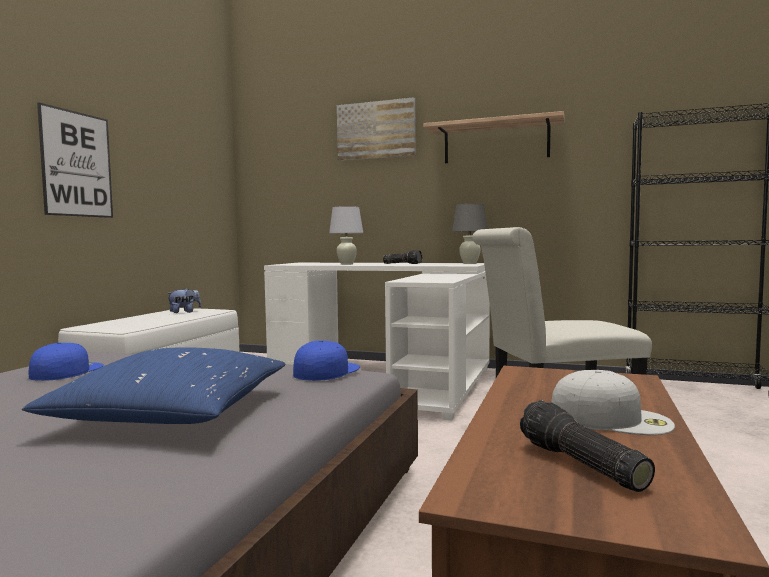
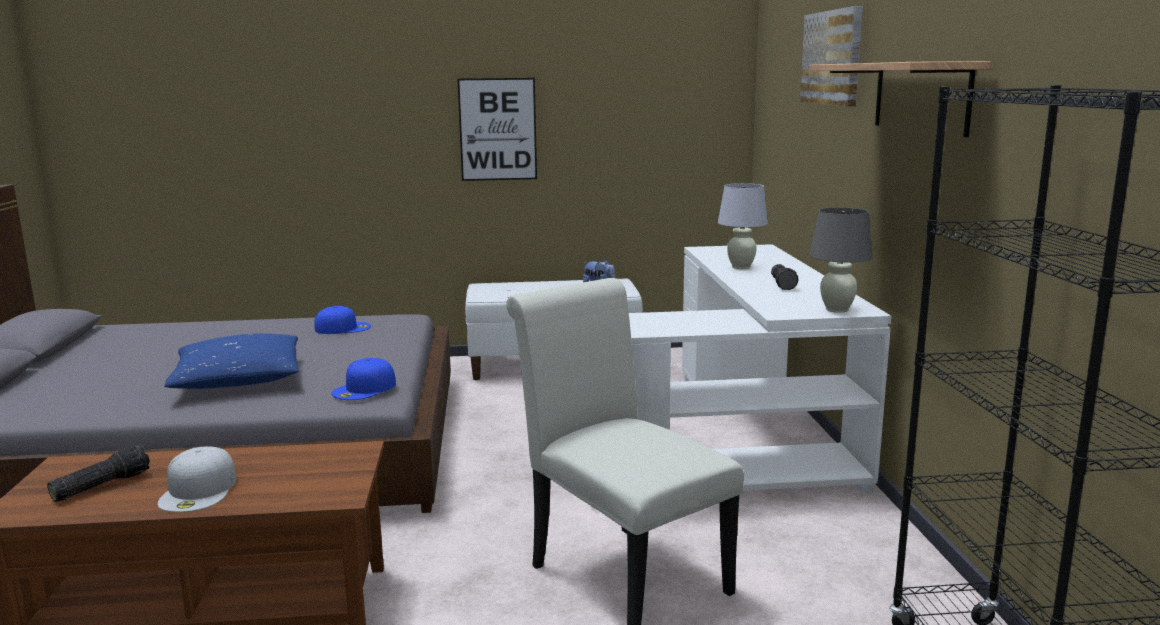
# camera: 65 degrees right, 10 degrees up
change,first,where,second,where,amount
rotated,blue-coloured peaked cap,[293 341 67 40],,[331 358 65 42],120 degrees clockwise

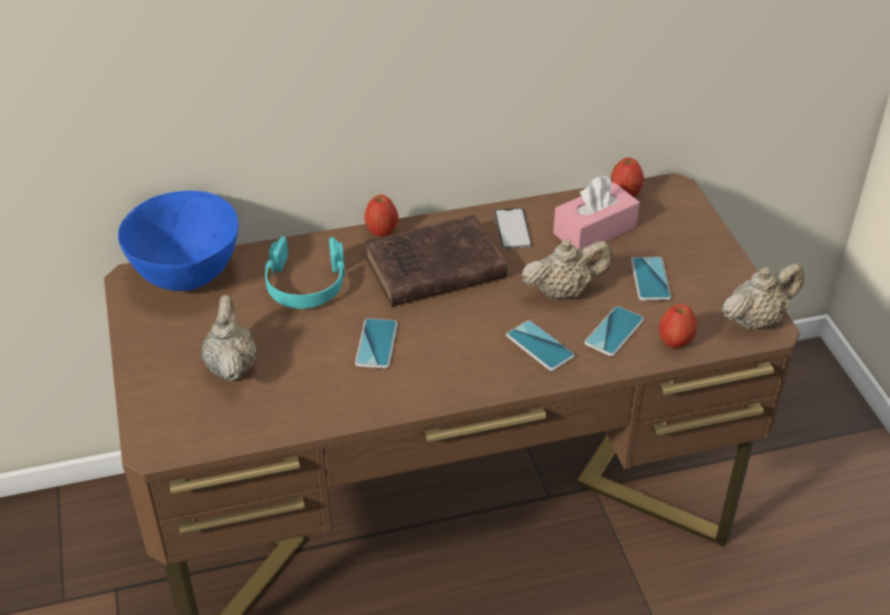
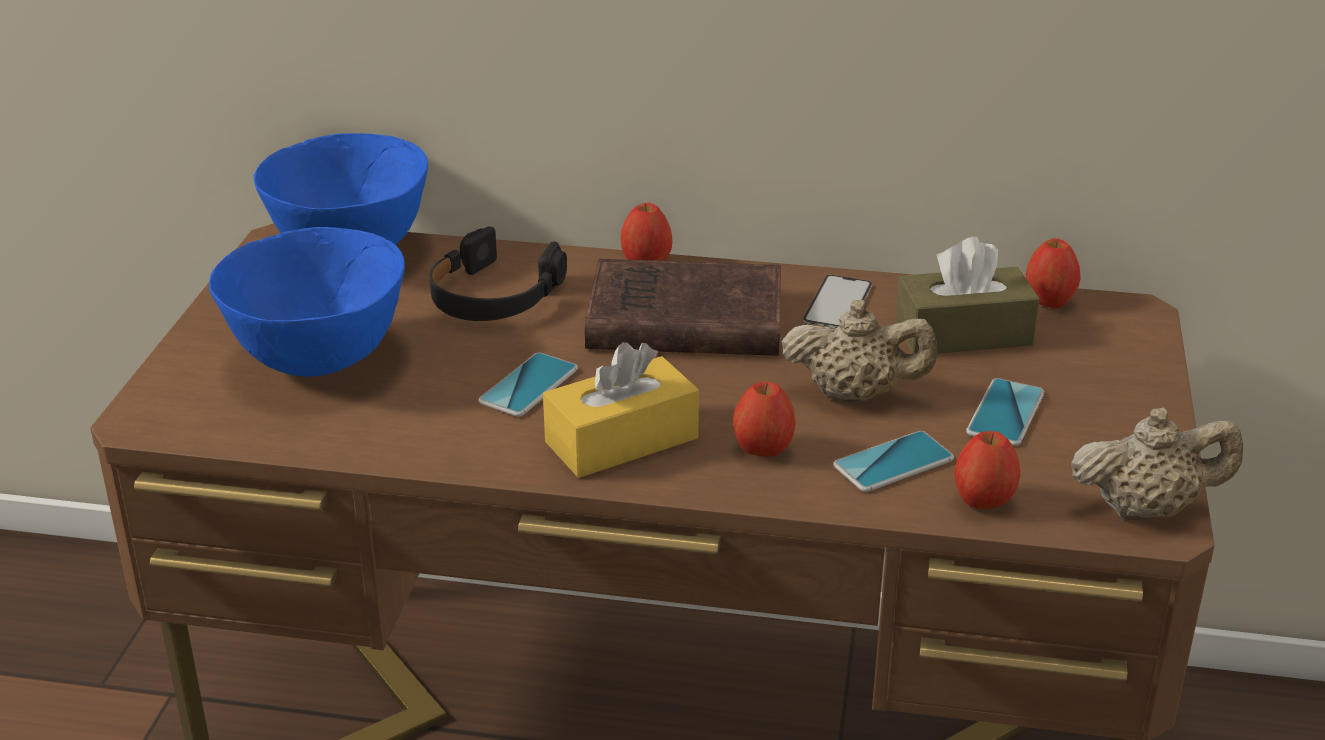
# camera: 25 degrees right, 10 degrees down
change,first,where,second,where,amount
swapped,sand-coloured teapot,[201 295 55 86],blue-coloured deep dish,[209 227 196 150],
repainted,blue-green pair of headphones,[264 237 81 72],black pair of headphones,[429 226 138 95],
swapped,handset,[506 320 69 51],apple fruit,[733 382 63 75],
repainted,pink tissue holder,[553 176 87 73],brown-coloured tissue holder,[895 237 145 117],
new,,,yellow-coloured tissue holder,[543 342 156 136],

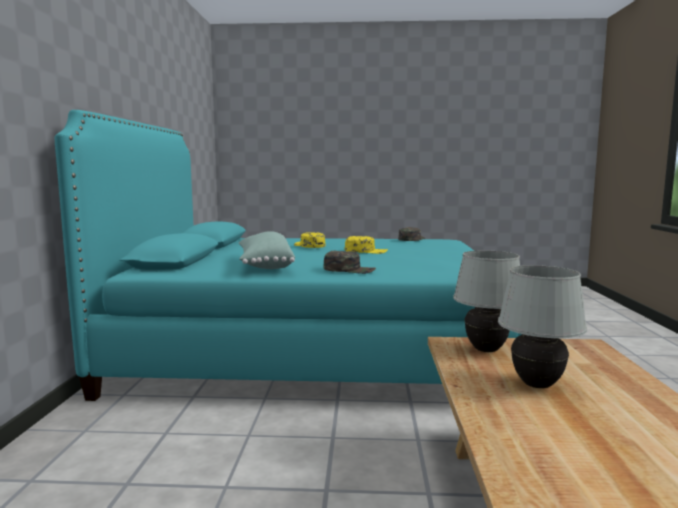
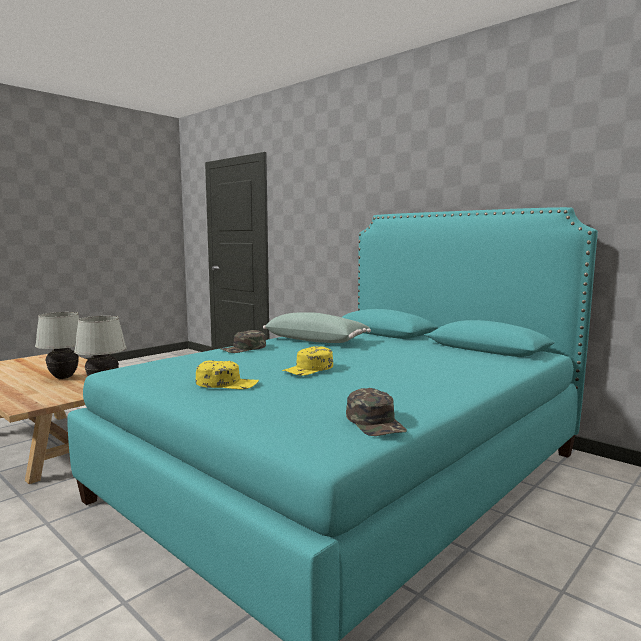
# camera: 130 degrees right, 0 degrees up
change,first,where,second,where,amount
shifted,yellow-coloured peaked cap,[294 232 32 16],,[195 360 64 29],

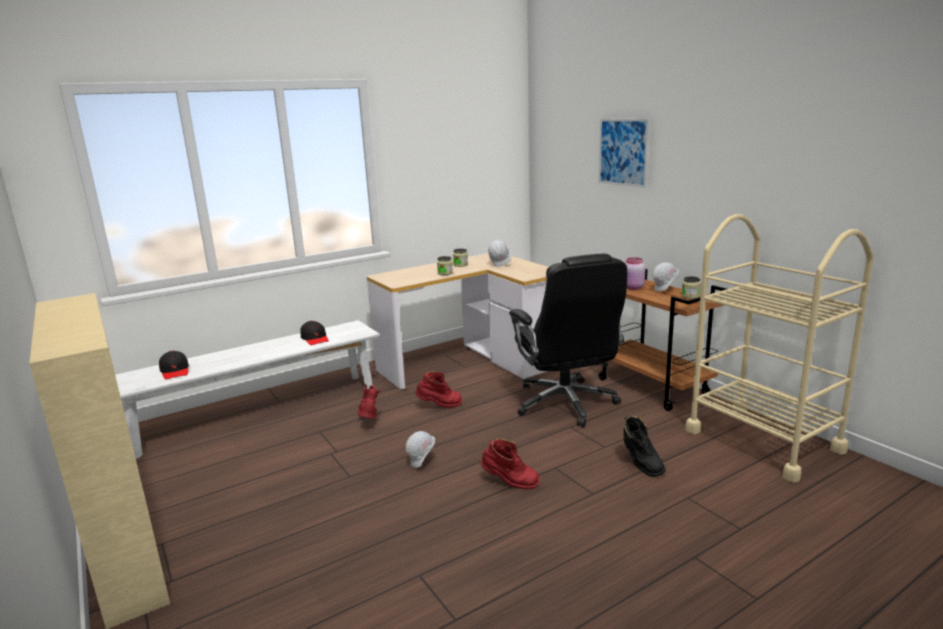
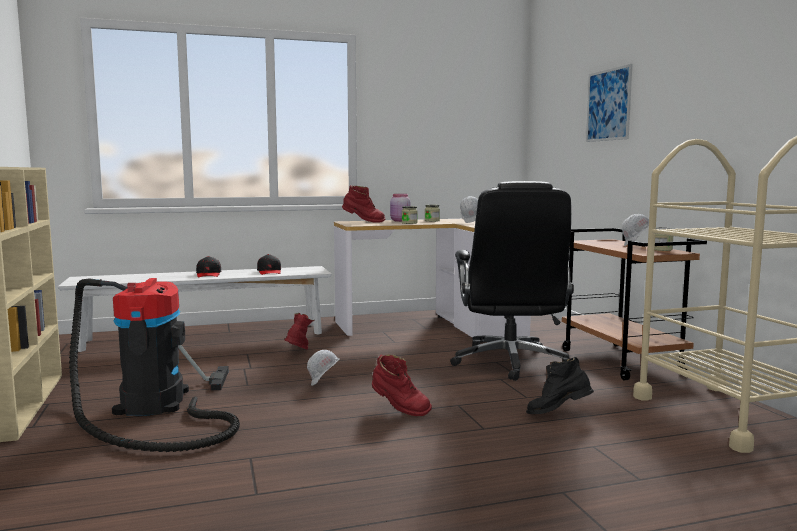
# camera: 15 degrees right, 10 degrees down
change,first,where,second,where,amount
shifted,black peaked cap,[159 351 30 28],,[196 256 25 21],
shifted,reddish high-top boot,[415 371 47 36],,[342 185 43 38],
rotated,black high-top boot,[624 415 42 62],,[526 357 68 57],90 degrees clockwise
shifted,pink preserve jar,[625 257 21 33],,[390 194 21 28],
new,,,vacuum,[69 278 171 174],

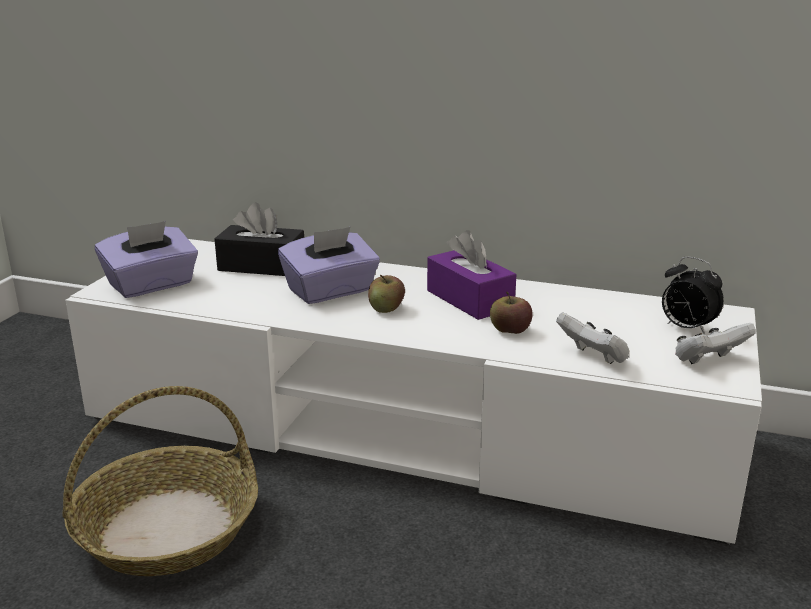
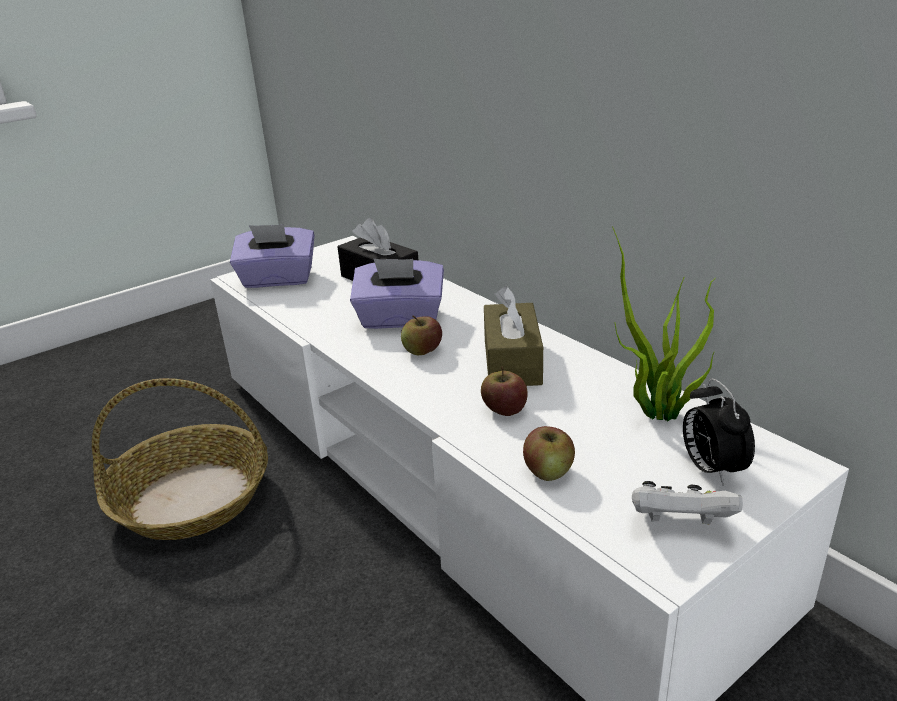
# camera: 35 degrees right, 5 degrees up
change,first,where,second,where,amount
repainted,purple tissue holder,[427 230 90 90],brown-coloured tissue holder,[484 286 59 100],
swapped,white joypad,[556 312 73 52],apple fruit,[523 426 52 55],
new,,,houseplant,[612 226 104 195],

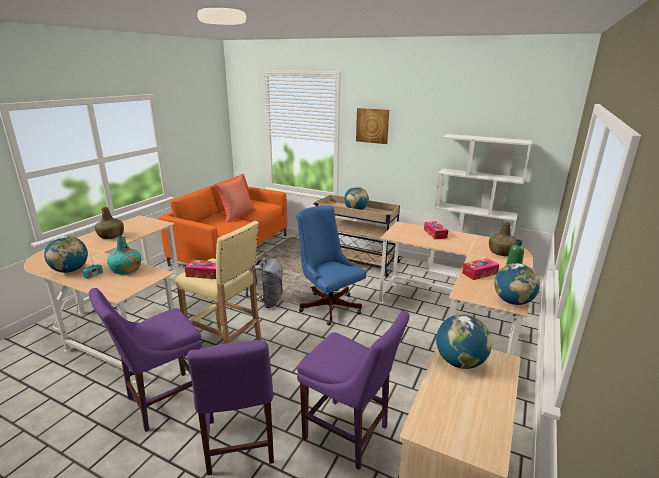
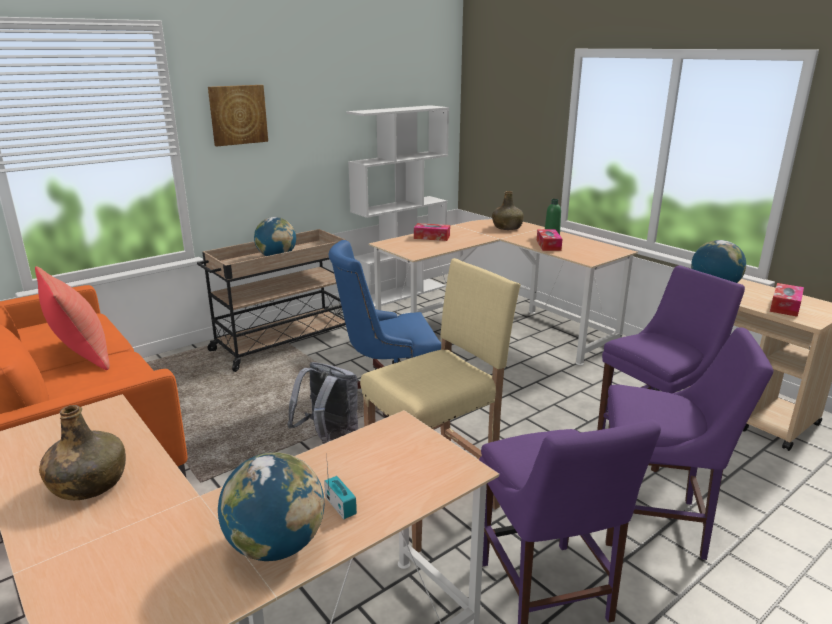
# camera: 65 degrees left, 0 degrees up
change,first,where,second,where,amount
gone,blue-green beverage bottle,[107 236 34 38],,,
shifted,tissue holder,[185 260 31 19],,[770 283 34 34],
gone,globe,[494 263 46 42],,,

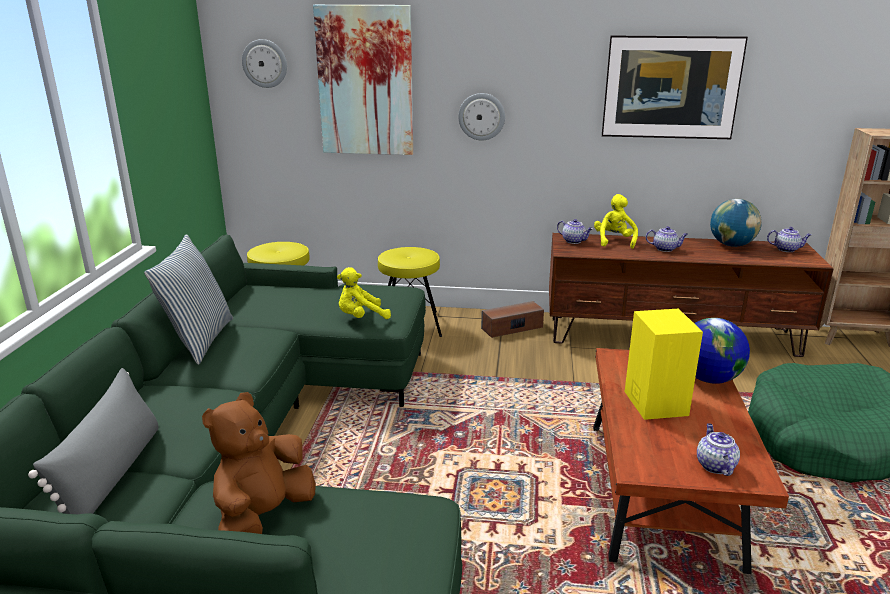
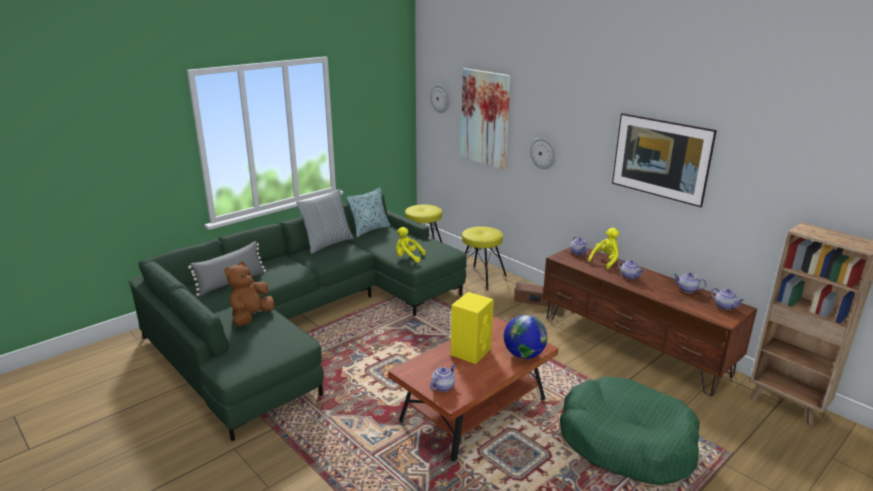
# camera: 40 degrees right, 0 degrees up
change,first,where,second,where,amount
rotated,brown-coloured soft toy,[202 392 114 142],,[224 261 51 65],45 degrees counterclockwise
swapped,globe,[710 199 52 48],teapot,[674 273 32 20],
new,,,throw pillow,[347 187 44 50],

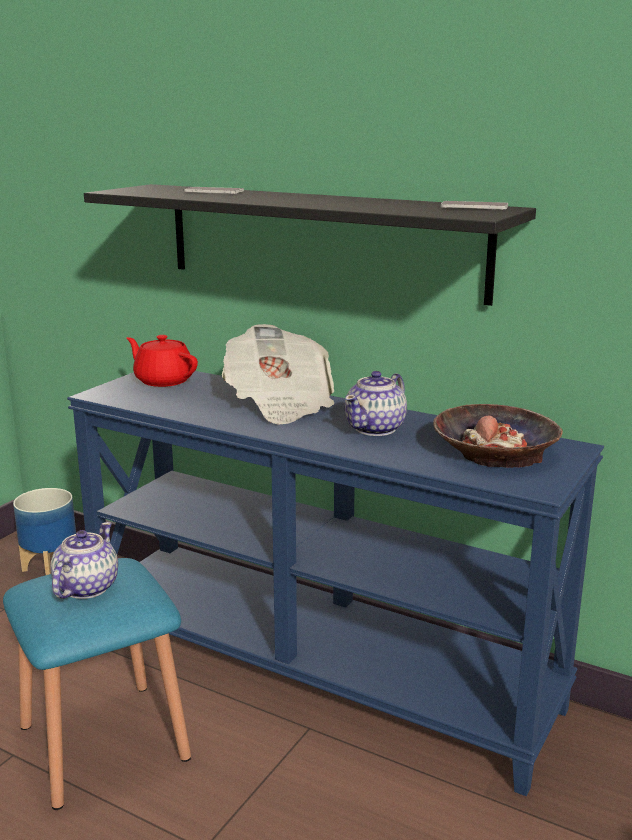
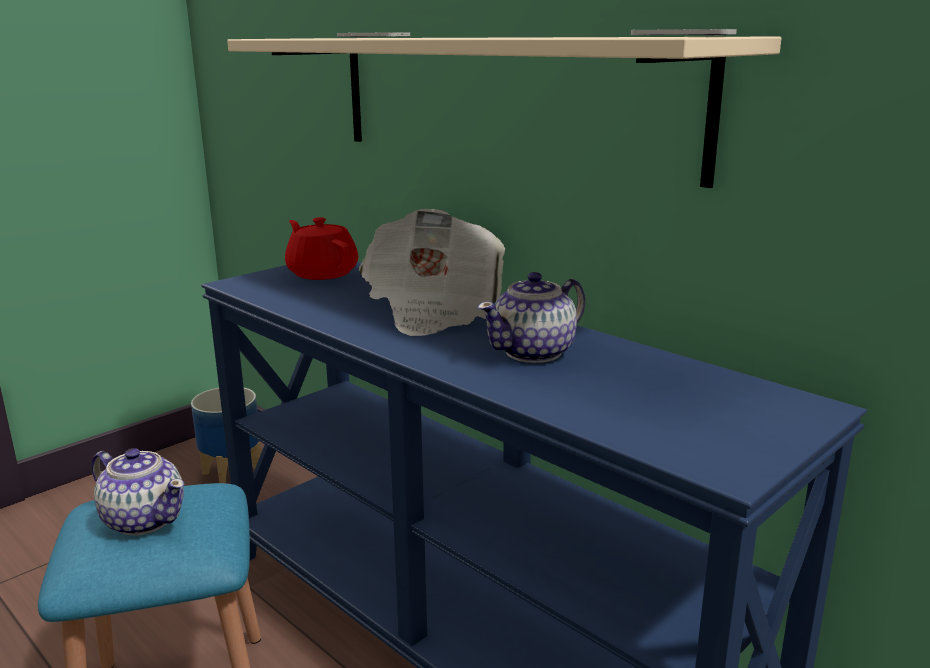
# camera: 15 degrees right, 0 degrees up
change,first,where,second,where,amount
rotated,teapot,[50 522 68 77],,[91 448 93 88],90 degrees clockwise
repainted,black wall shelf,[84 184 452 122],sand-coloured wall shelf,[227 37 554 151],
gone,deep dish,[433 404 130 64],,,

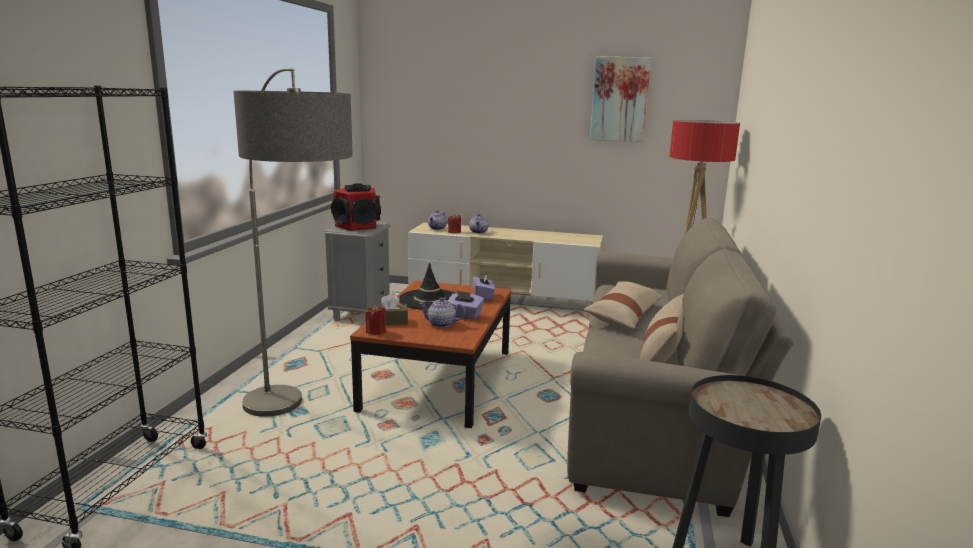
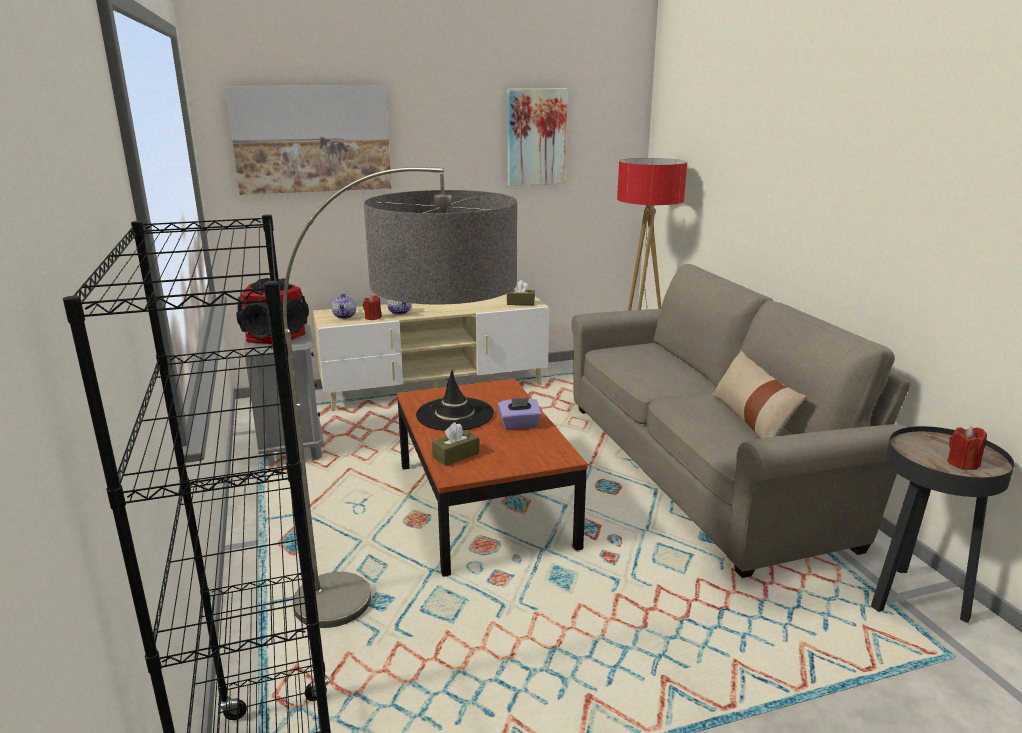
# camera: 30 degrees left, 5 degrees up
change,first,where,second,where,amount
shifted,reddish wax candle,[365 305 21 30],,[947 426 40 44],
gone,teapot,[419 298 46 30],,,
gone,purple tissue holder,[473 273 22 27],,,
gone,sand-coloured throw pillow,[583 281 81 48],,,
new,,,wall art,[225 86 166 109],
new,,,brown-coloured tissue holder,[507 280 28 25],

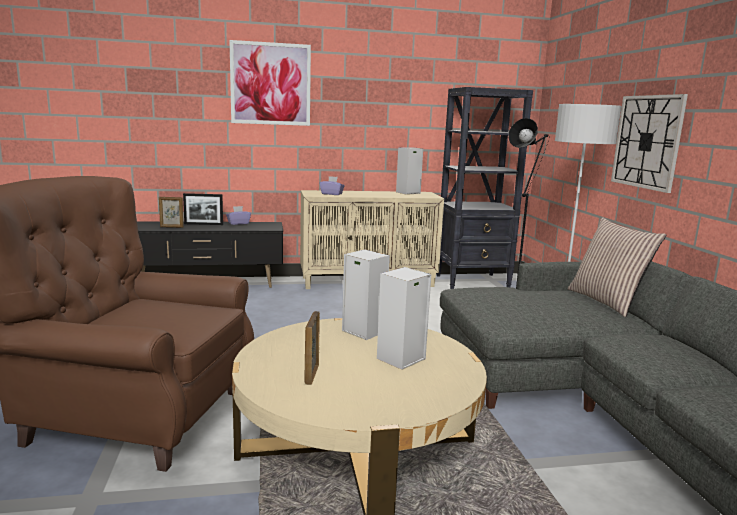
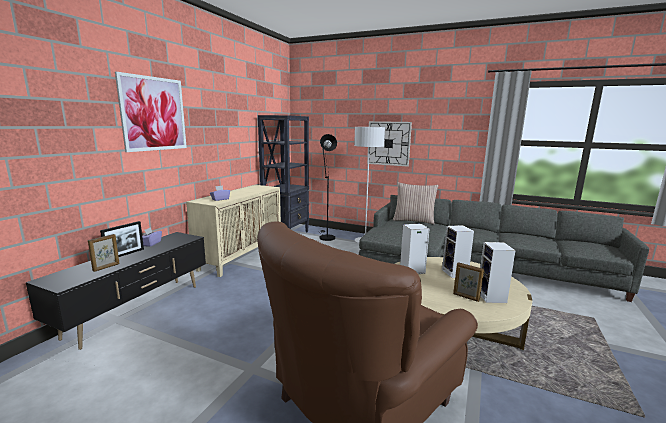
# camera: 55 degrees left, 0 degrees up
change,first,where,second,where,amount
shifted,speaker,[396 147 27 48],,[480 242 36 61],

